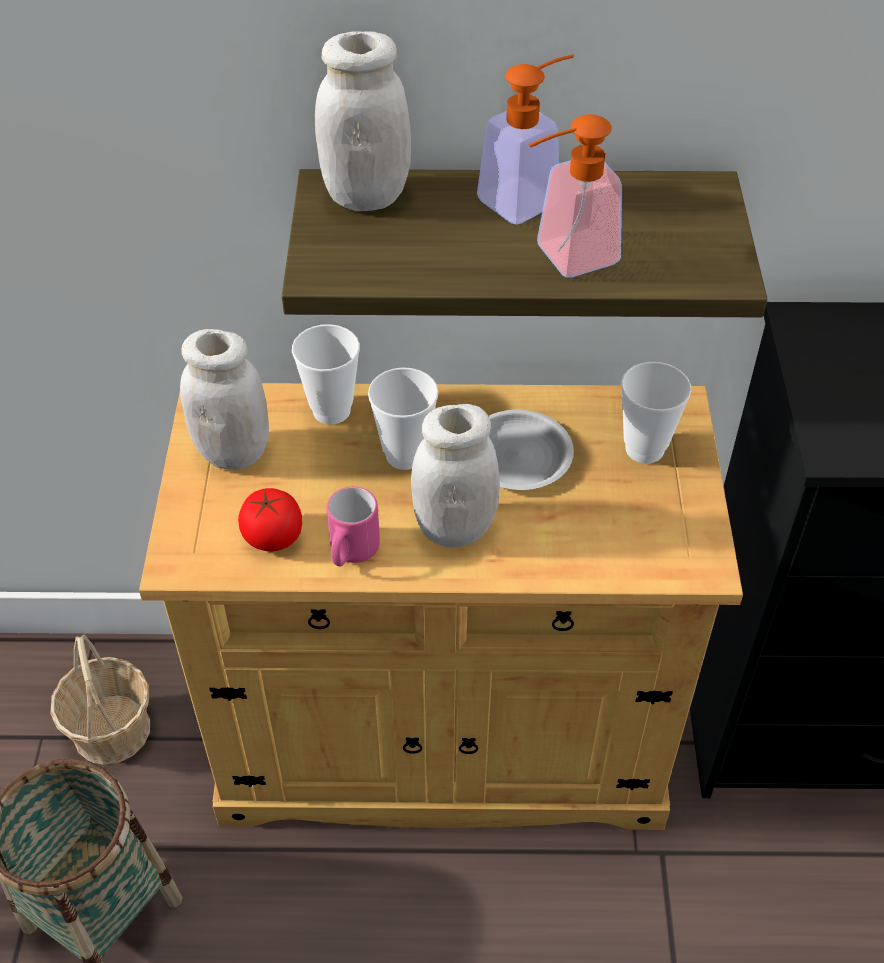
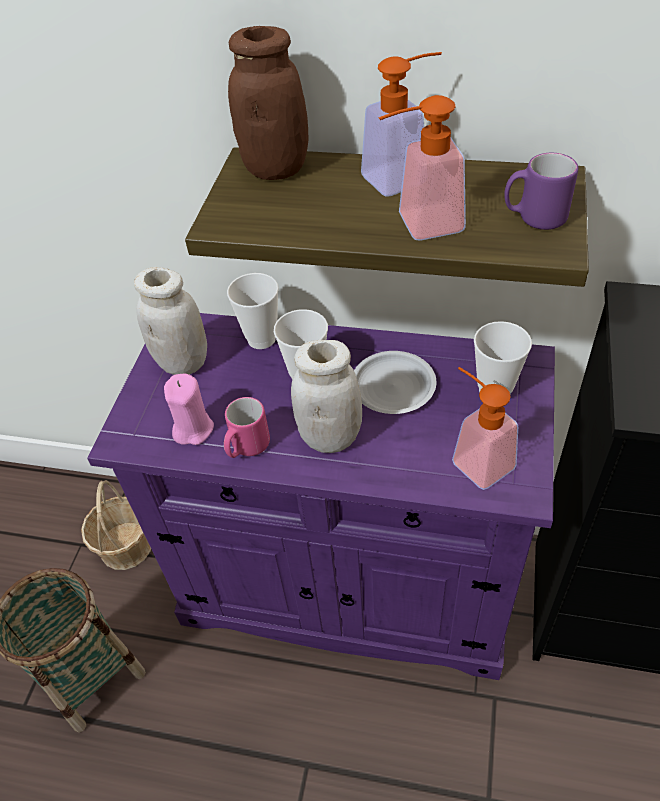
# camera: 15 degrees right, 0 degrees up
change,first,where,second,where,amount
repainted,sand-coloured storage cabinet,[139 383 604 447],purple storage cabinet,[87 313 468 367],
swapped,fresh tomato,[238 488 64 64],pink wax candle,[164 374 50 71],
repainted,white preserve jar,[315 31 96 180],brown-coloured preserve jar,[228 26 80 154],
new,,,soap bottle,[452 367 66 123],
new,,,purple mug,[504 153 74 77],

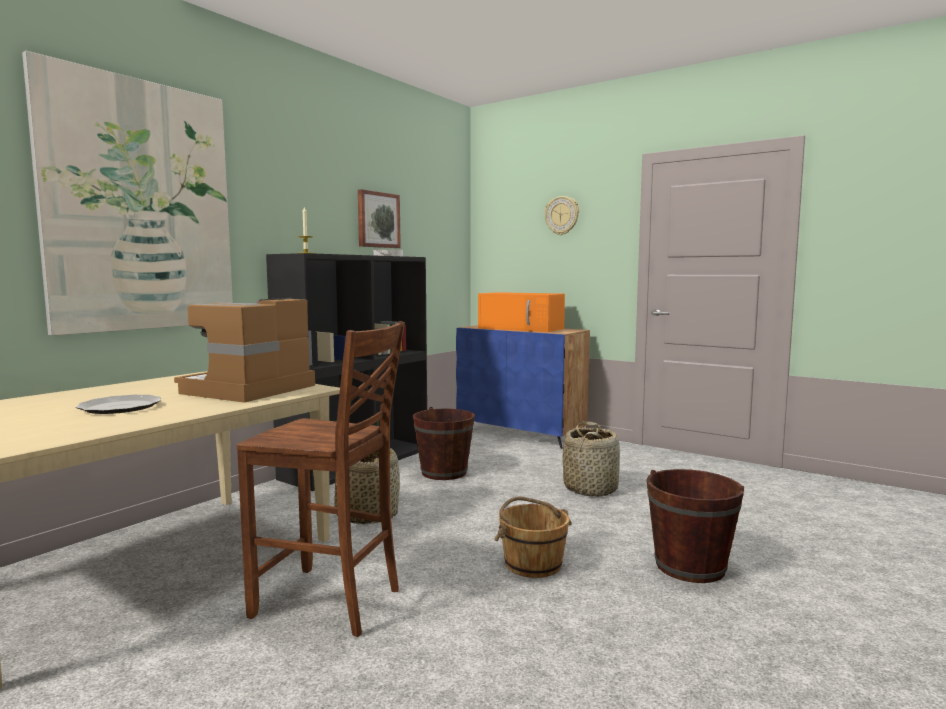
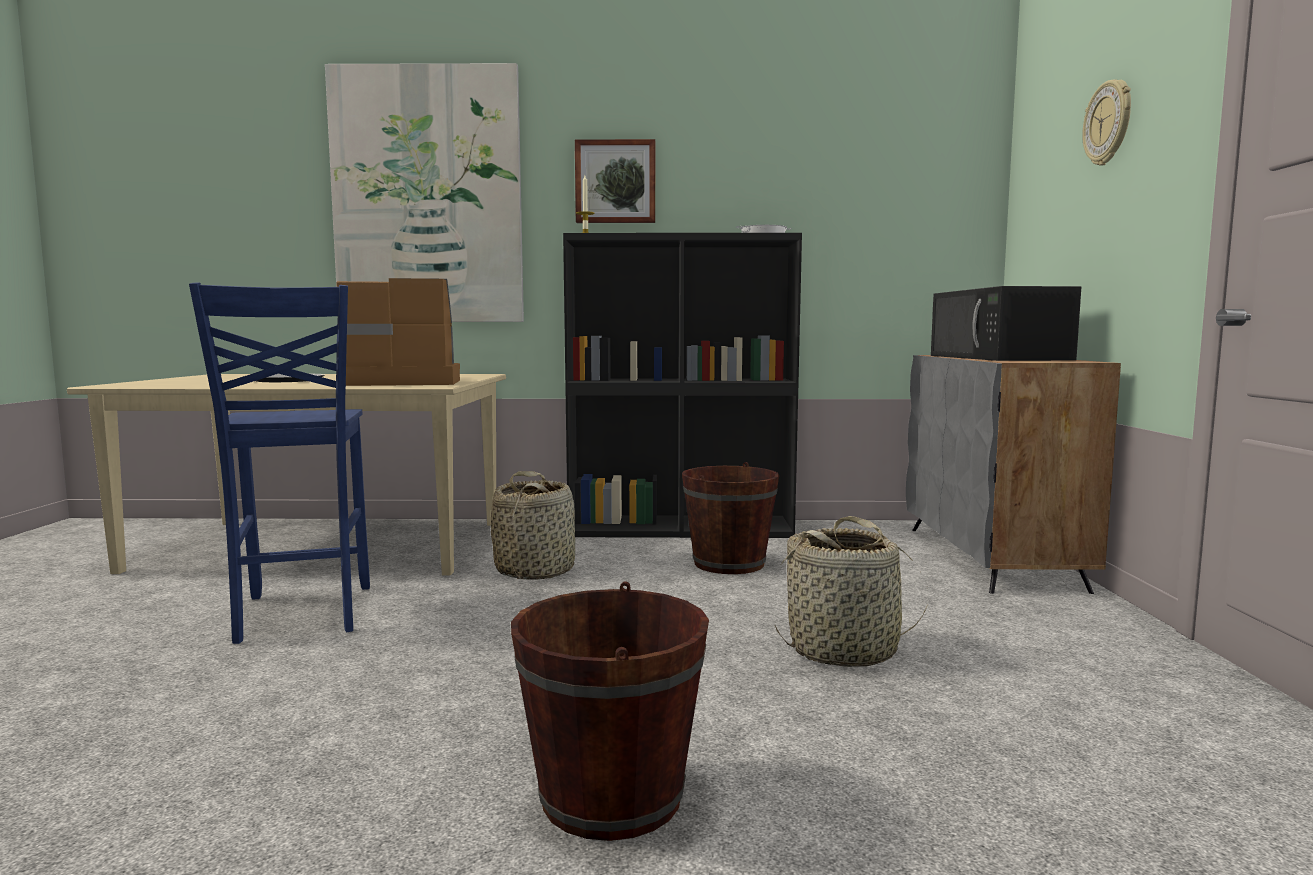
# camera: 55 degrees right, 0 degrees up
change,first,where,second,where,amount
repainted,brown-coloured plain chair,[237 321 168 316],blue-coloured plain chair,[189 283 181 361],
shifted,wall art,[358 189 43 59],,[575 139 80 84],
repainted,blue-coloured storage cabinet,[456 325 134 124],grey storage cabinet,[906 355 215 239],
repainted,orangey kitchen microwave,[478 292 87 40],black kitchen microwave,[931 286 150 75],
gone,brown-coloured pail,[494 497 78 81],,,

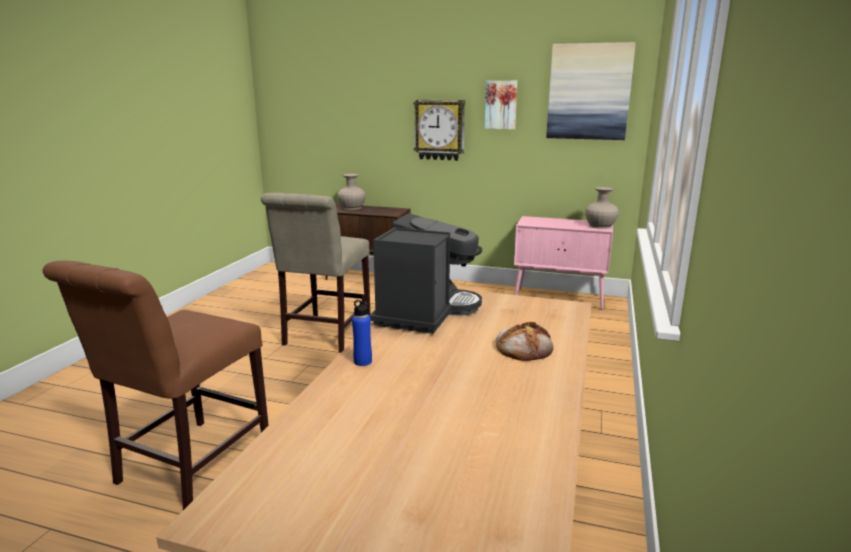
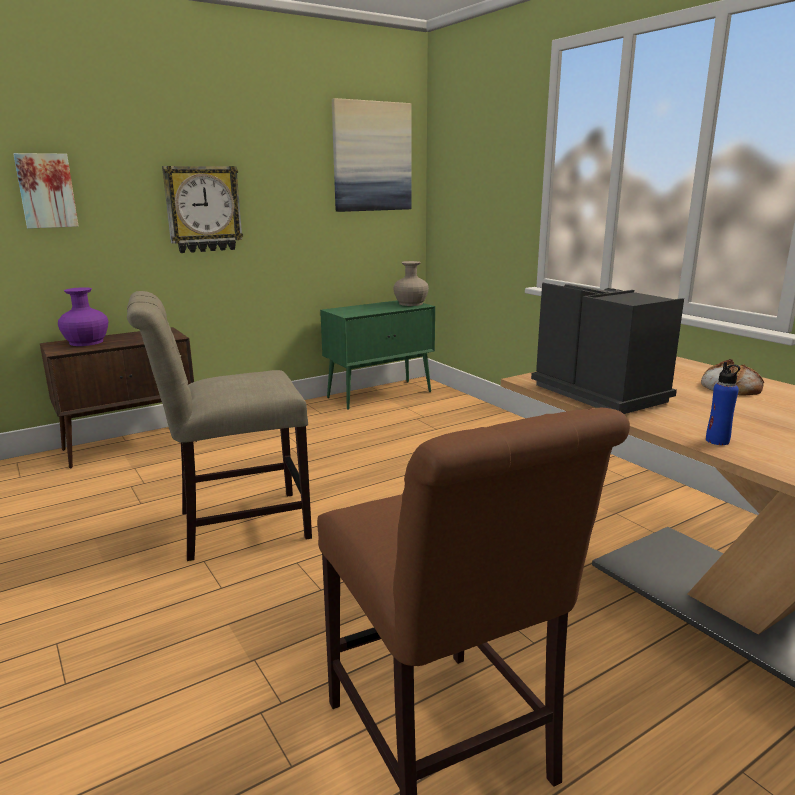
# camera: 50 degrees left, 0 degrees up
change,first,where,second,where,amount
rotated,sand-coloured plain chair,[261 193 109 160],,[127 291 185 270],105 degrees clockwise
repainted,sand-coloured vase,[337 174 29 36],purple vase,[58 287 50 59],
shifted,wall art,[484 81 34 48],,[13 153 66 76],
repainted,pink storage cabinet,[514 216 99 94],green storage cabinet,[320 300 115 110],

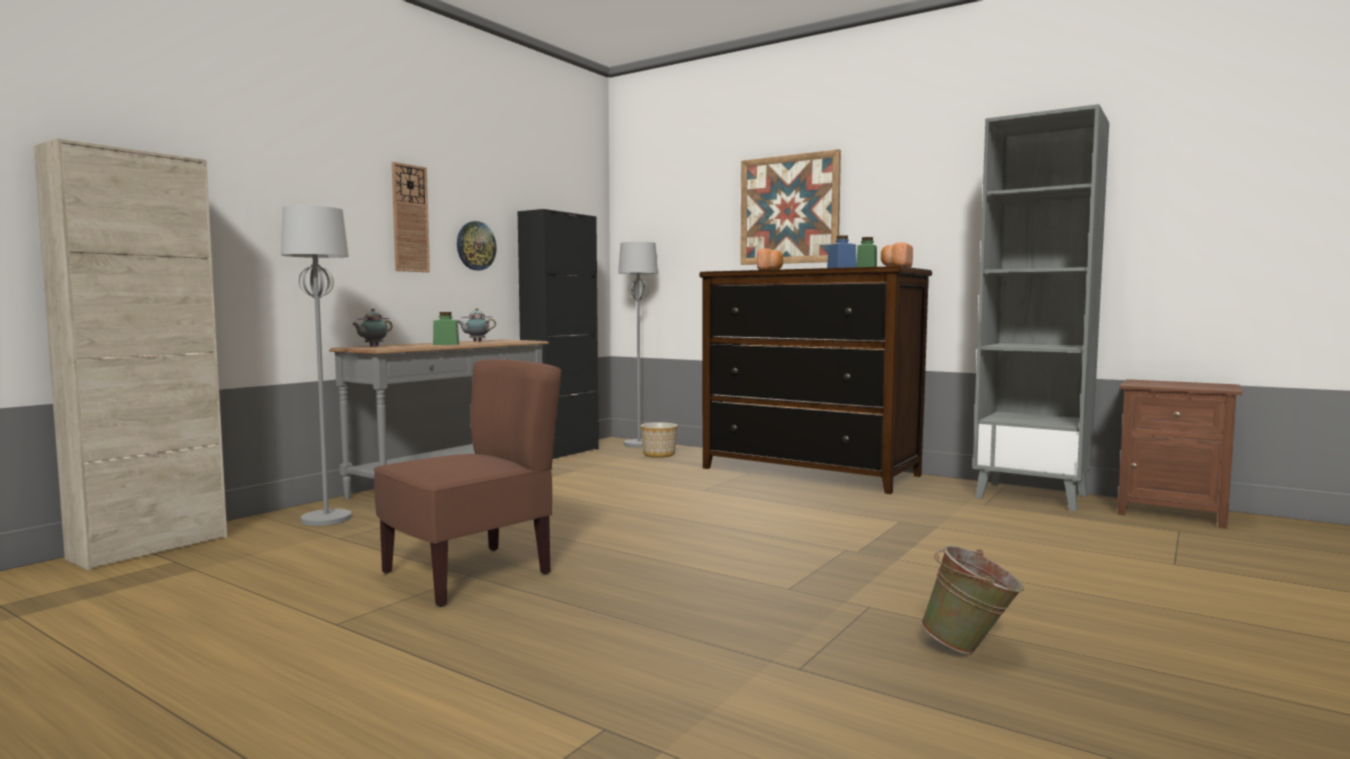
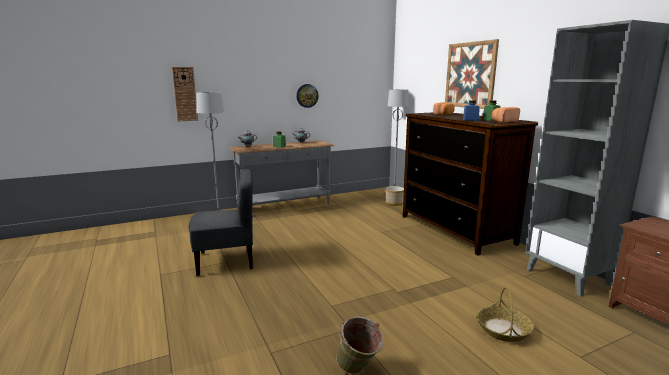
# camera: 30 degrees right, 10 degrees up
change,first,where,second,where,amount
gone,sand-coloured storage cabinet,[34 138 193 432],,,
repainted,brown-coloured plain chair,[374 359 187 248],grey plain chair,[189 169 64 107],
shifted,clock on the wall,[392 162 38 110],,[172 67 26 54],
gone,black storage cabinet,[518 209 81 250],,,
new,,,household basket,[477 286 57 56],

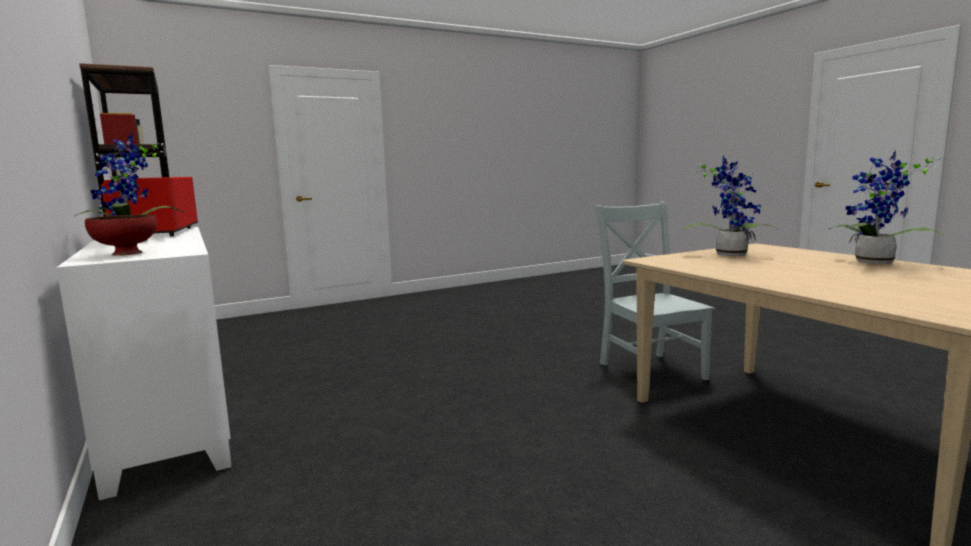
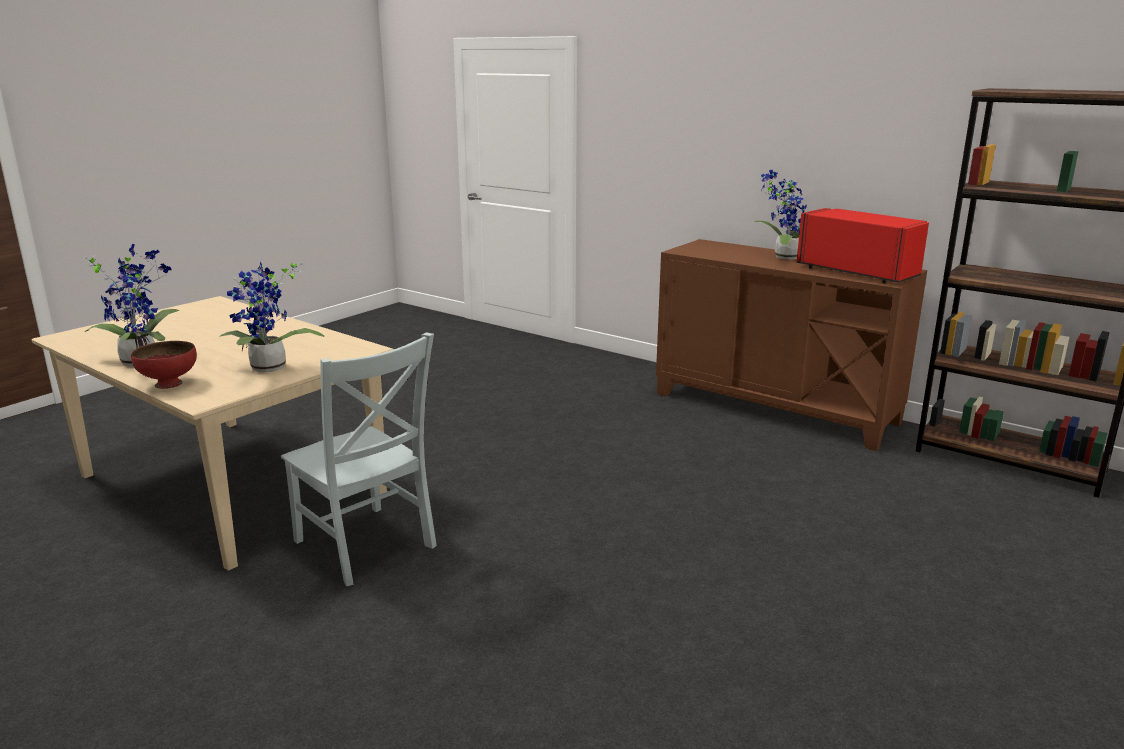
# camera: 155 degrees right, 10 degrees up
change,first,where,second,where,amount
repainted,white storage cabinet,[56 227 176 274],brown-coloured storage cabinet,[656 239 271 212],
shifted,reddish deep dish,[85 215 72 41],,[131 341 66 48],

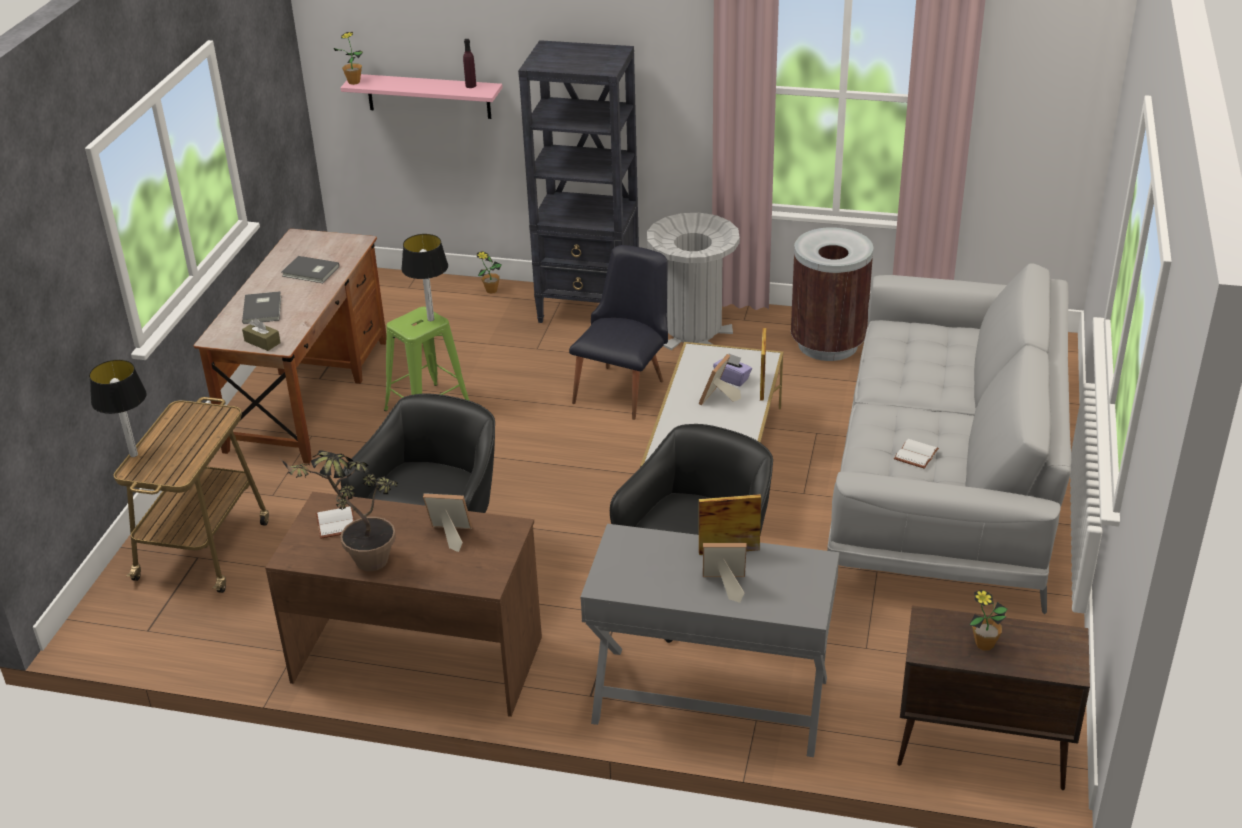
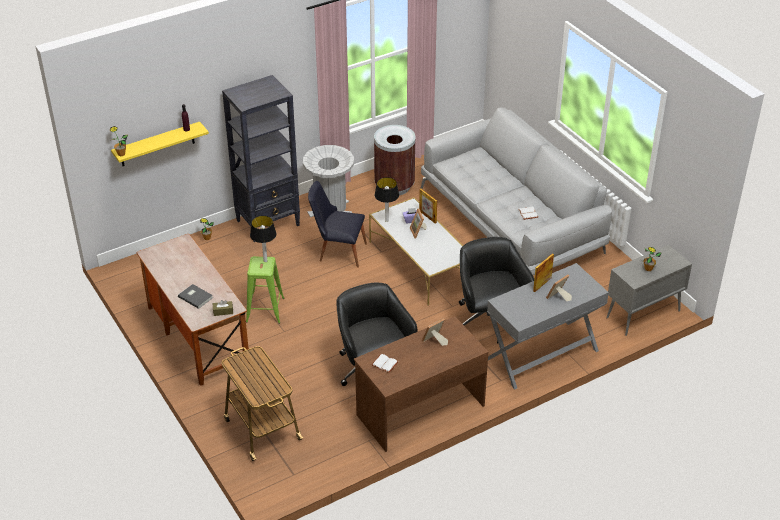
# camera: 45 degrees left, 5 degrees up
change,first,where,second,where,amount
shifted,tabletop lamp,[89 360 58 97],,[375 177 24 45],
gone,houseplant,[280 450 118 121],,,
gone,grey bound book,[282 256 57 27],,,
repainted,pink wall shelf,[340 74 163 45],yellow-coloured wall shelf,[111 122 98 44],
rotated,black plain chair,[569 245 99 175],,[308 181 59 87],60 degrees counterclockwise
repainted,brown-coloured storage cabinet,[897 605 193 185],grey storage cabinet,[606 245 86 91],

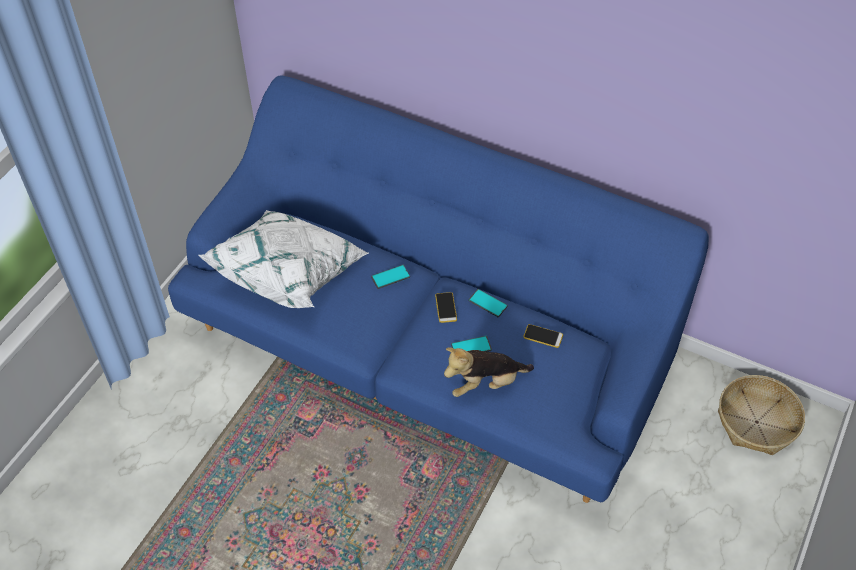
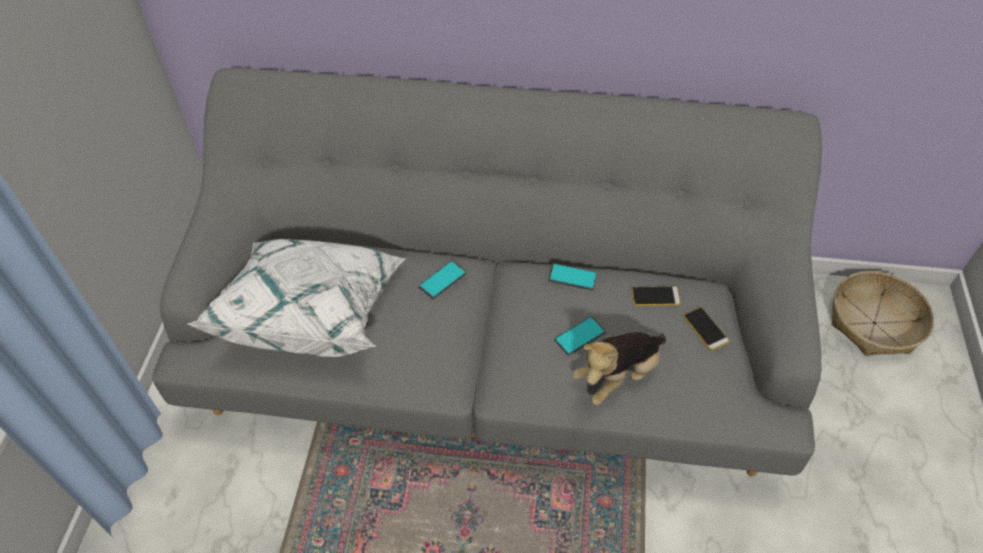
# camera: 20 degrees left, 0 degrees up
change,first,where,second,where,amount
repainted,blue-coloured settee,[168 76 541 427],grey settee,[152 68 670 409],
shifted,handset,[435 292 22 31],,[683 307 46 43],

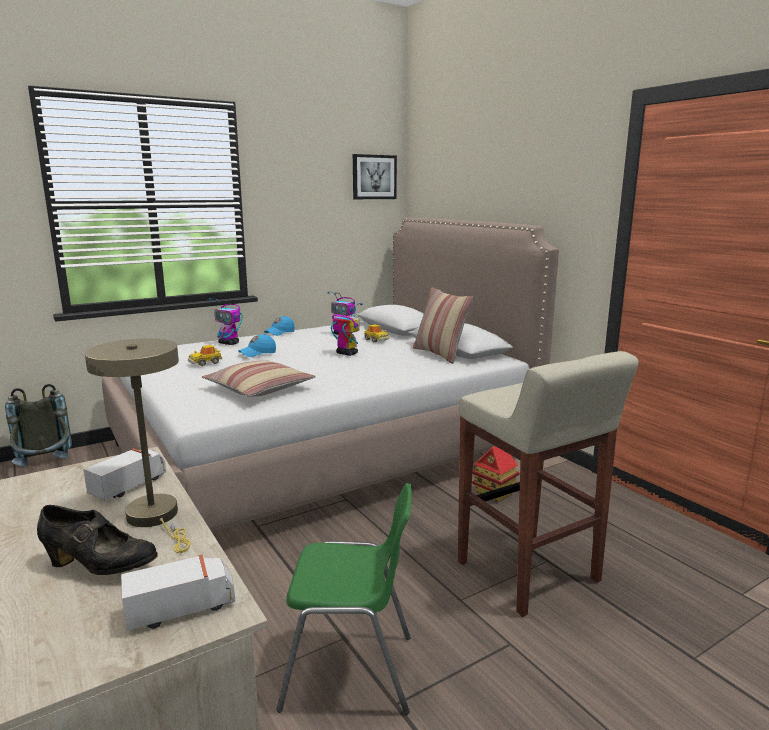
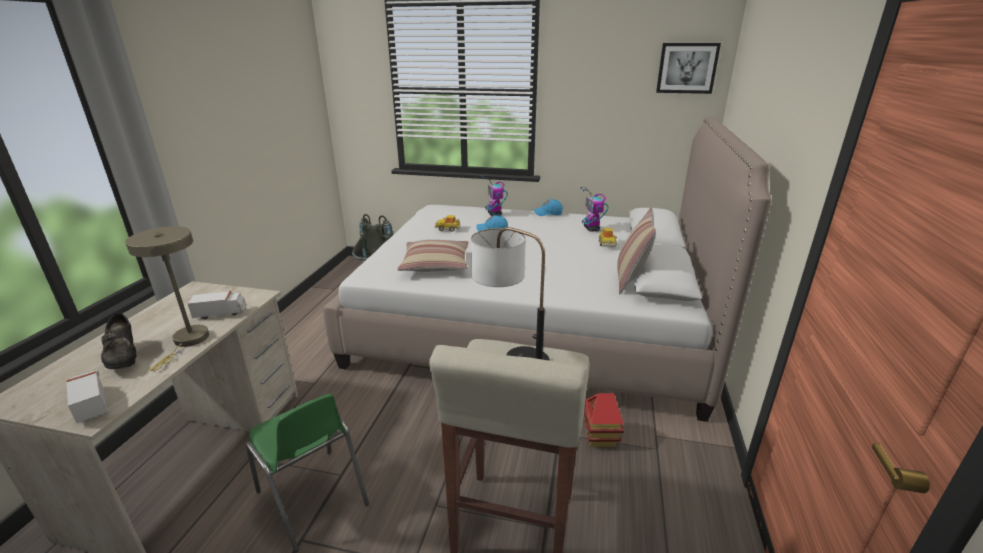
# camera: 45 degrees right, 10 degrees up
change,first,where,second,where,amount
rotated,toy truck,[121 555 114 76],,[66 371 42 52],150 degrees counterclockwise
gone,robot figure,[331 302 31 54],,,
new,,,tabletop lamp,[471 227 79 134],

